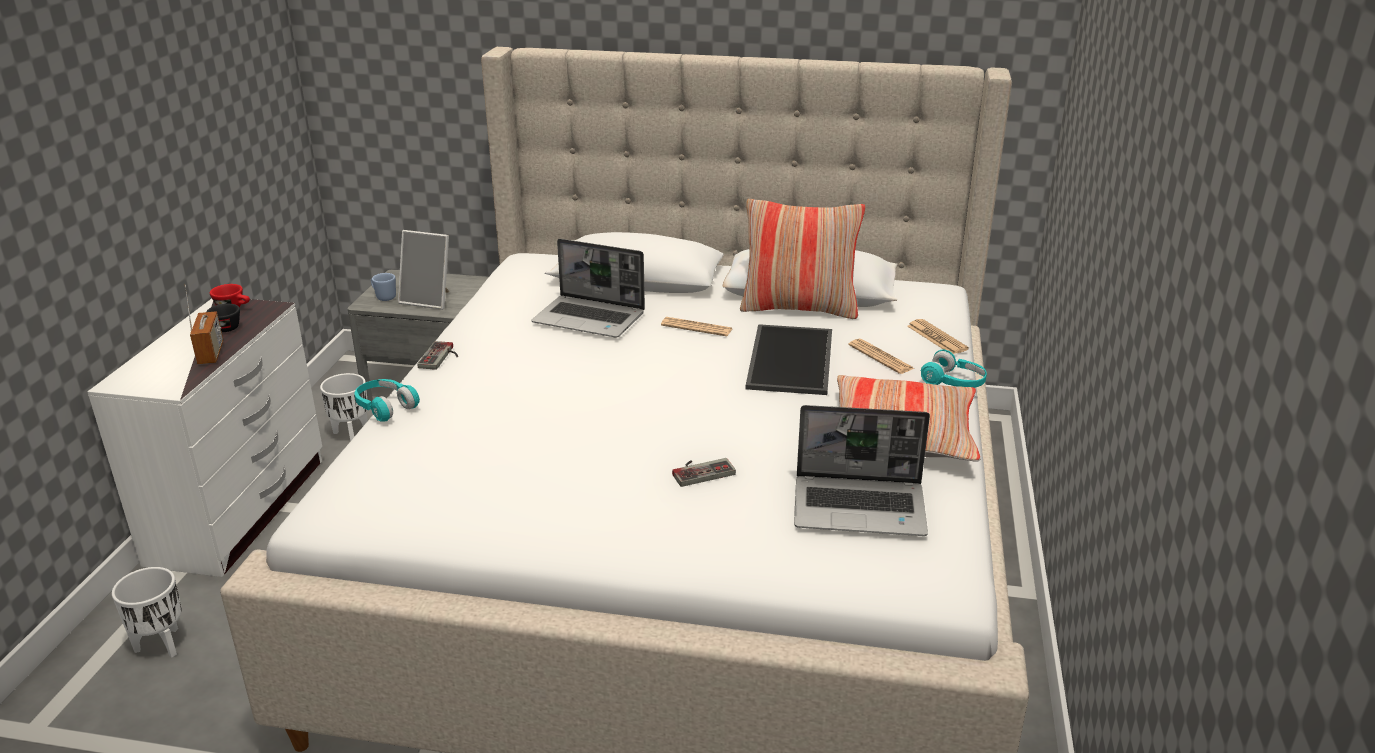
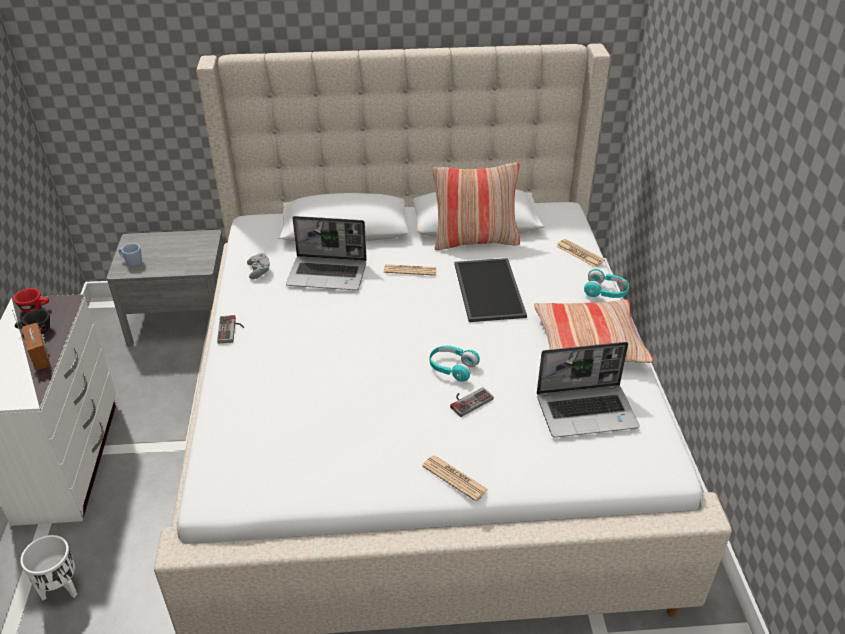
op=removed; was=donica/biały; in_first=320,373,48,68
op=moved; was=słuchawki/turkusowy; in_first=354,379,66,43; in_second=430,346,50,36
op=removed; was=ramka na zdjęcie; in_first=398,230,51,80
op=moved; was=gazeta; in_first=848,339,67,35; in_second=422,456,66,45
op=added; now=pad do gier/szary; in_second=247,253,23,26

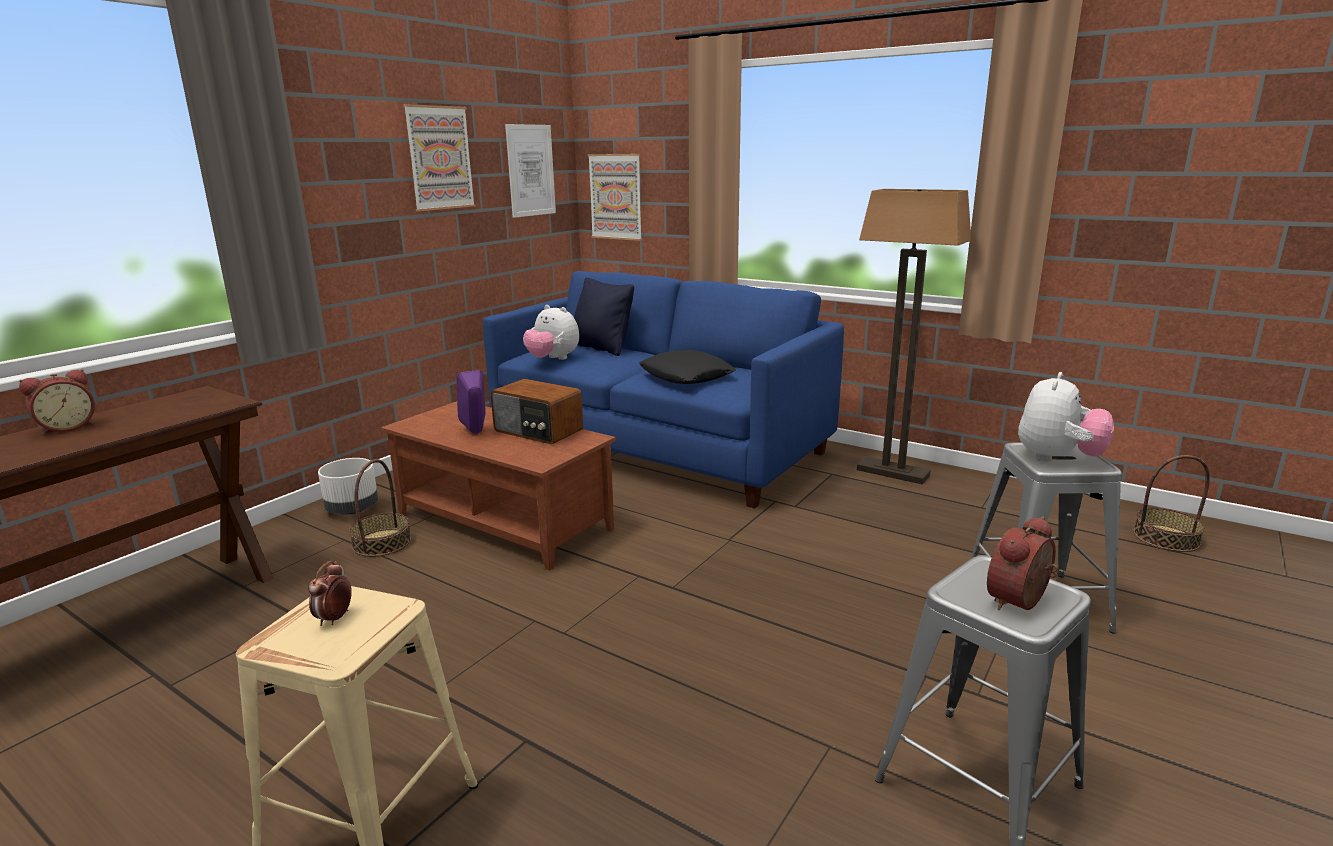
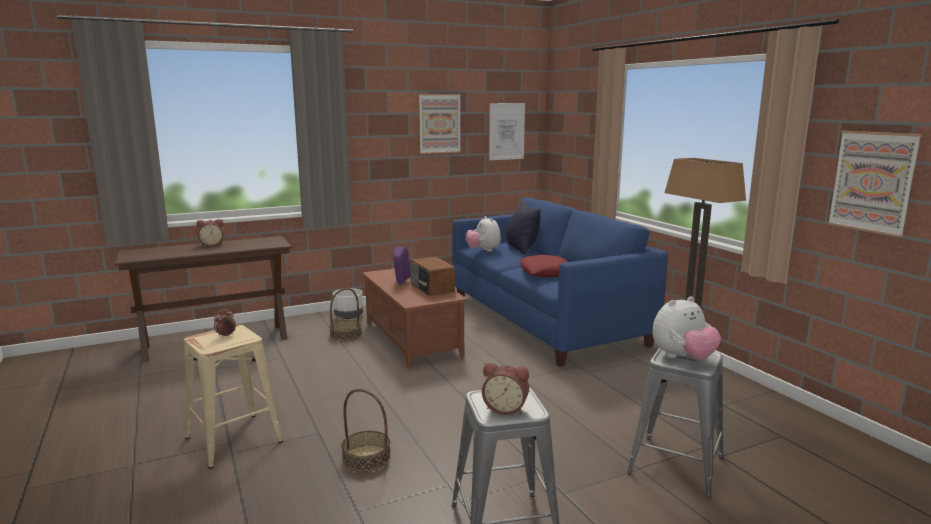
op=moved; was=obraz; in_first=588,154,54,87; in_second=827,131,95,106
op=recoloured; was=poduszka/czarny; now=poduszka/czerwony; in_first=639,350,97,34; in_second=521,255,47,22
op=turned; was=budzik; in_first=987,516,71,94; in_second=482,363,47,52; clockwise=-150
op=moved; was=koszyk; in_first=1133,455,77,97; in_second=341,389,50,83

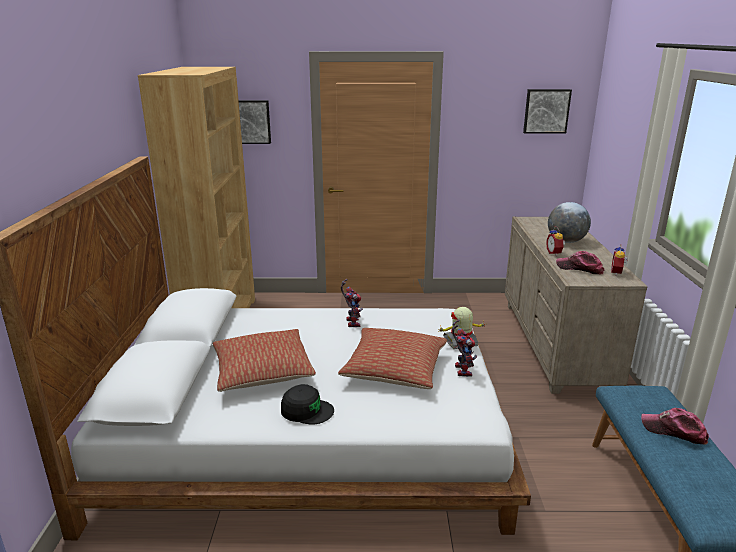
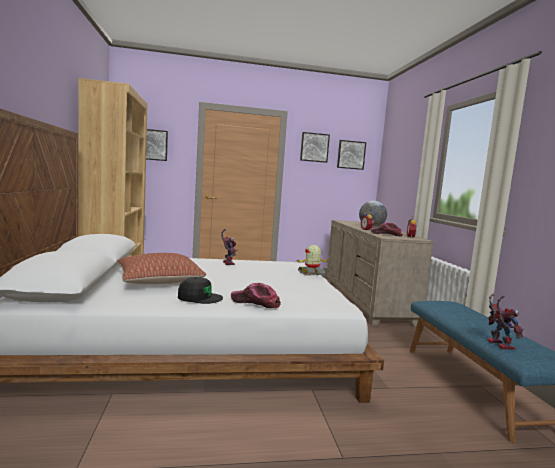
op=removed; was=poduszka; in_first=338,328,109,61
op=moved; was=robot zabawkowy; in_first=452,320,25,57; in_second=488,293,36,57
op=moved; was=czapka z daszkiem; in_first=641,408,68,37; in_second=231,283,50,25
op=added; now=obraz; in_second=300,132,30,31

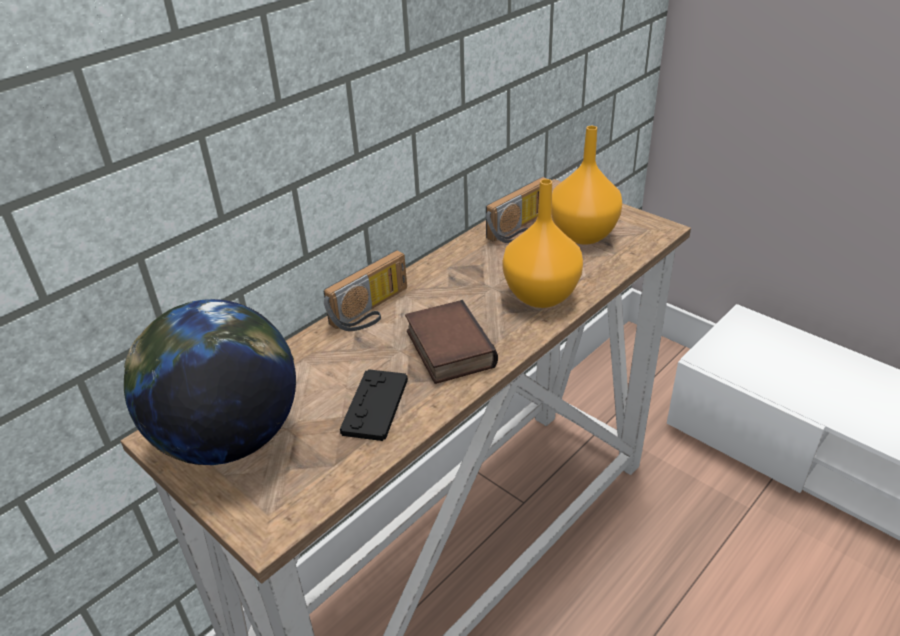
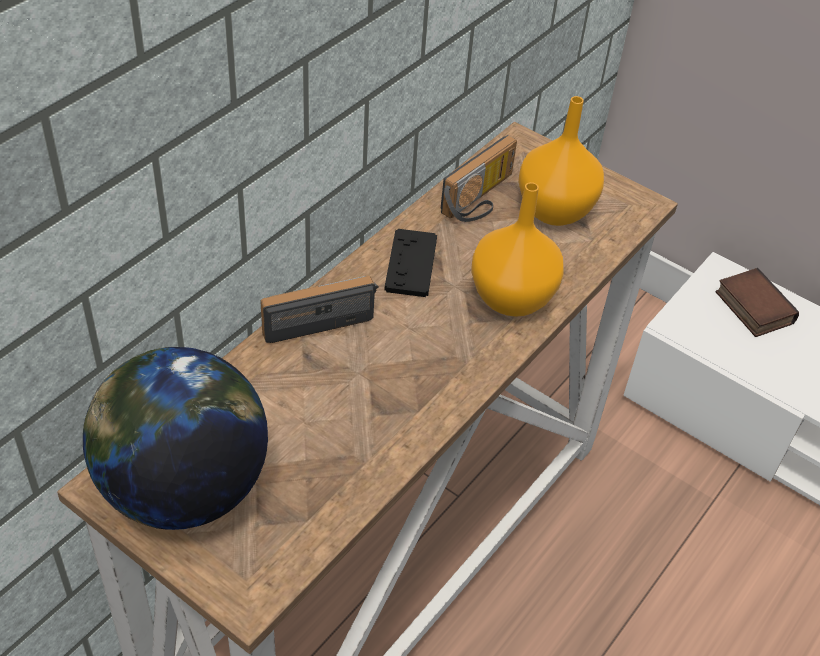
op=turned; was=radio; in_first=324,250,83,81; in_second=260,276,119,67; clockwise=-150
op=moved; was=pad do gier/czarny; in_first=340,369,68,72; in_second=384,229,53,68
op=moved; was=książka; in_first=405,300,93,84; in_second=716,268,83,69

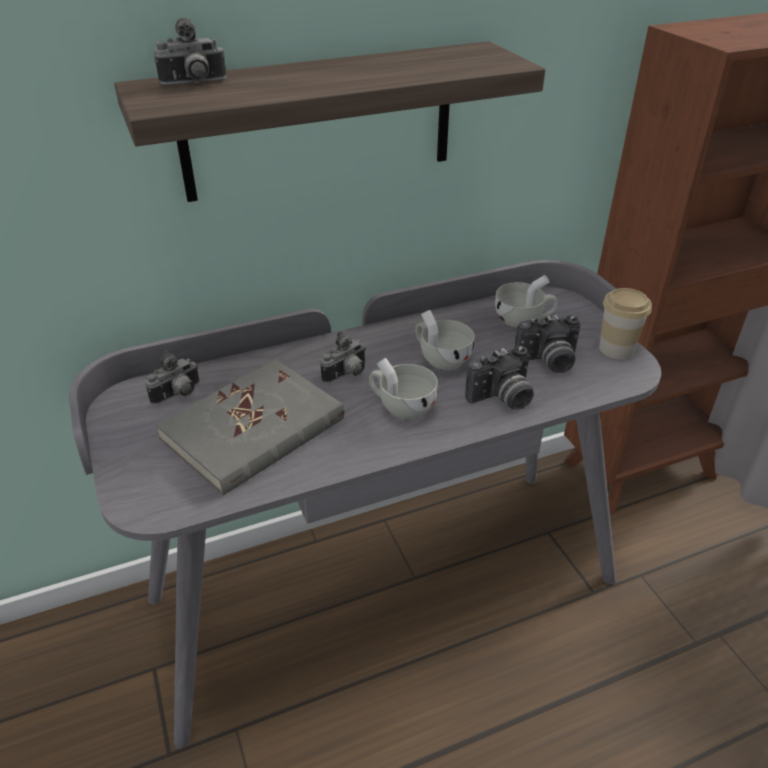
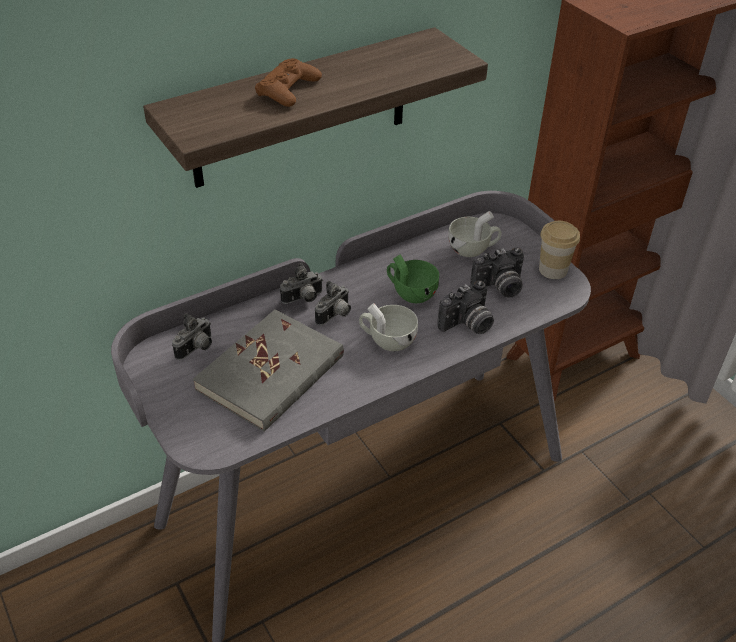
op=moved; was=aparat fotograficzny; in_first=154,18,73,68; in_second=280,263,43,41
op=recoloured; was=filiżanka/biały; now=filiżanka/zielony; in_first=416,310,59,60; in_second=387,254,52,49
op=added; now=pad do gier/brązowy; in_second=255,58,67,49

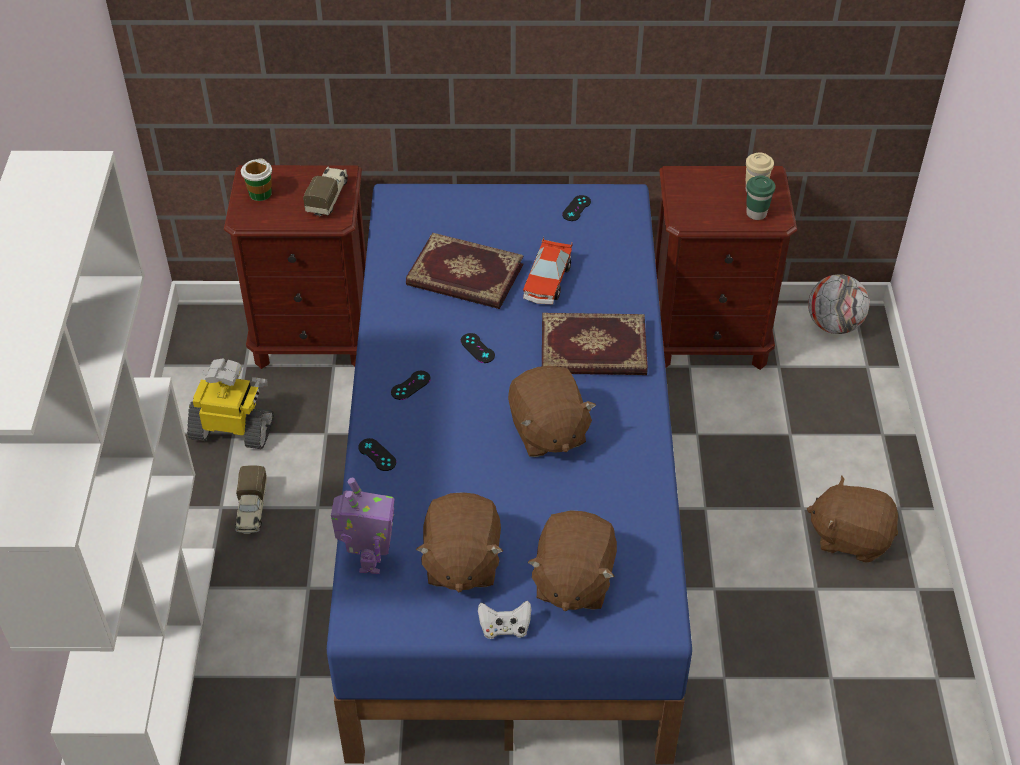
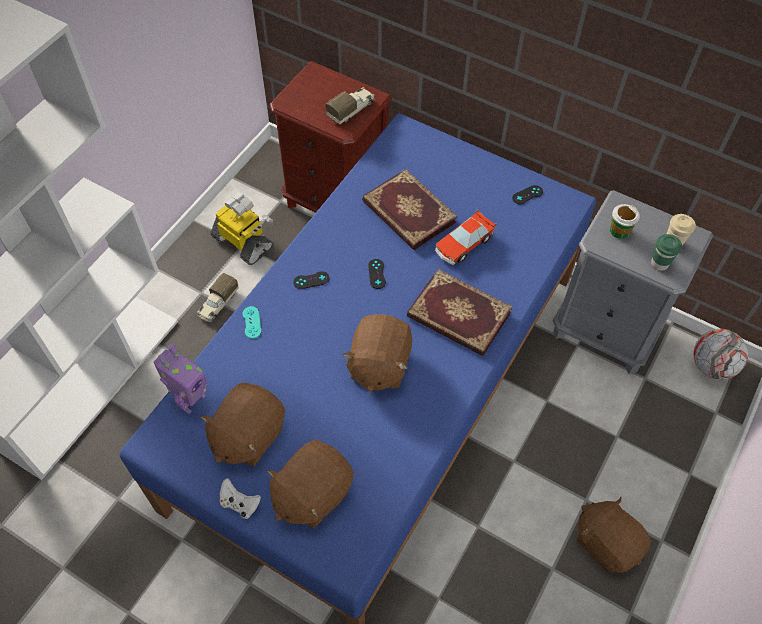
op=moved; was=filiżanka; in_first=241,158,31,43; in_second=610,204,30,35
op=recoloured; was=pad do gier/czarny; now=pad do gier/turkusowy; in_first=358,438,39,33; in_second=243,306,19,33
op=recoloured; was=szafka nocna/brązowy; now=szafka nocna/szary; in_first=655,166,142,204; in_second=553,190,160,184

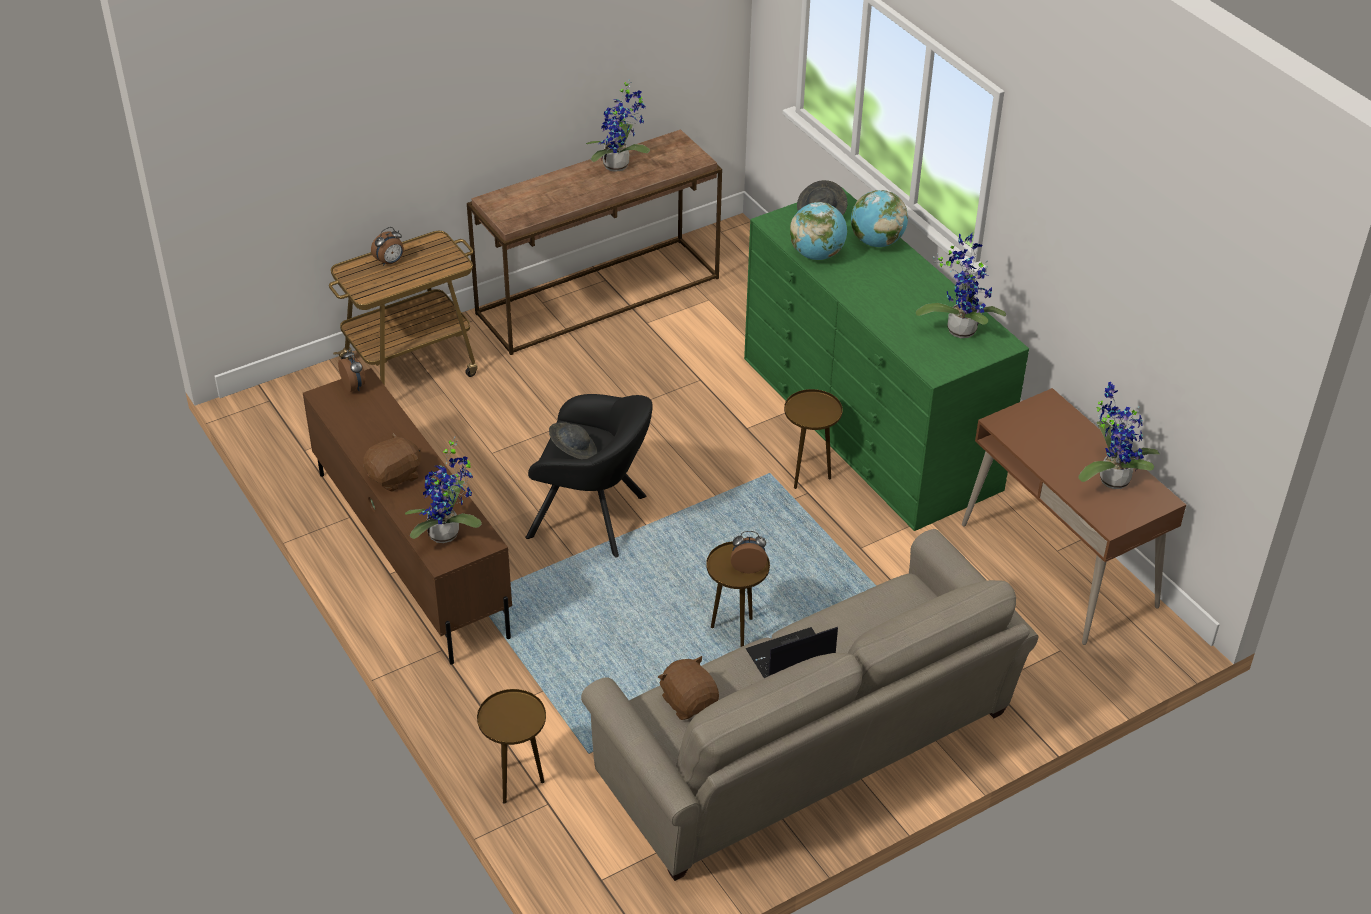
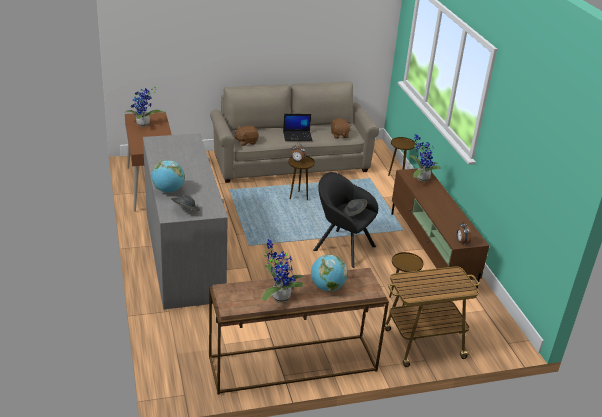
op=moved; was=pluszak/brązowy; in_first=363,433,58,59; in_second=234,126,25,20
op=removed; was=budzik; in_first=371,227,33,39
op=recoloured; was=komoda/zielony; now=komoda/szary; in_first=744,187,285,344; in_second=143,133,85,176
op=moved; was=stolik/brązowy; in_first=784,389,59,100; in_second=389,252,35,54
op=moved; was=globus; in_first=790,202,57,58; in_second=311,254,37,37
op=removed; was=roślina doniczkowa; in_first=916,233,90,105

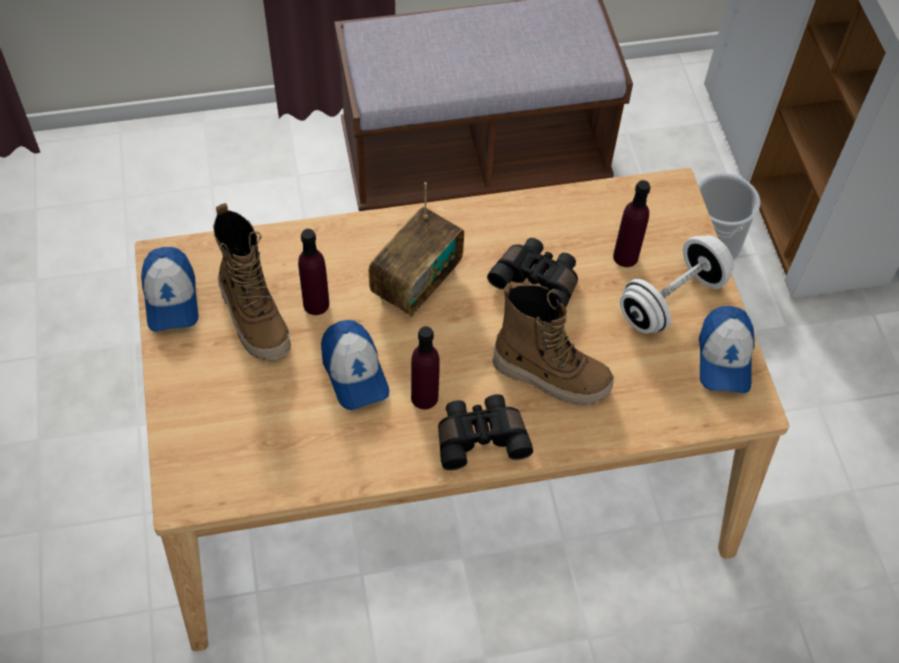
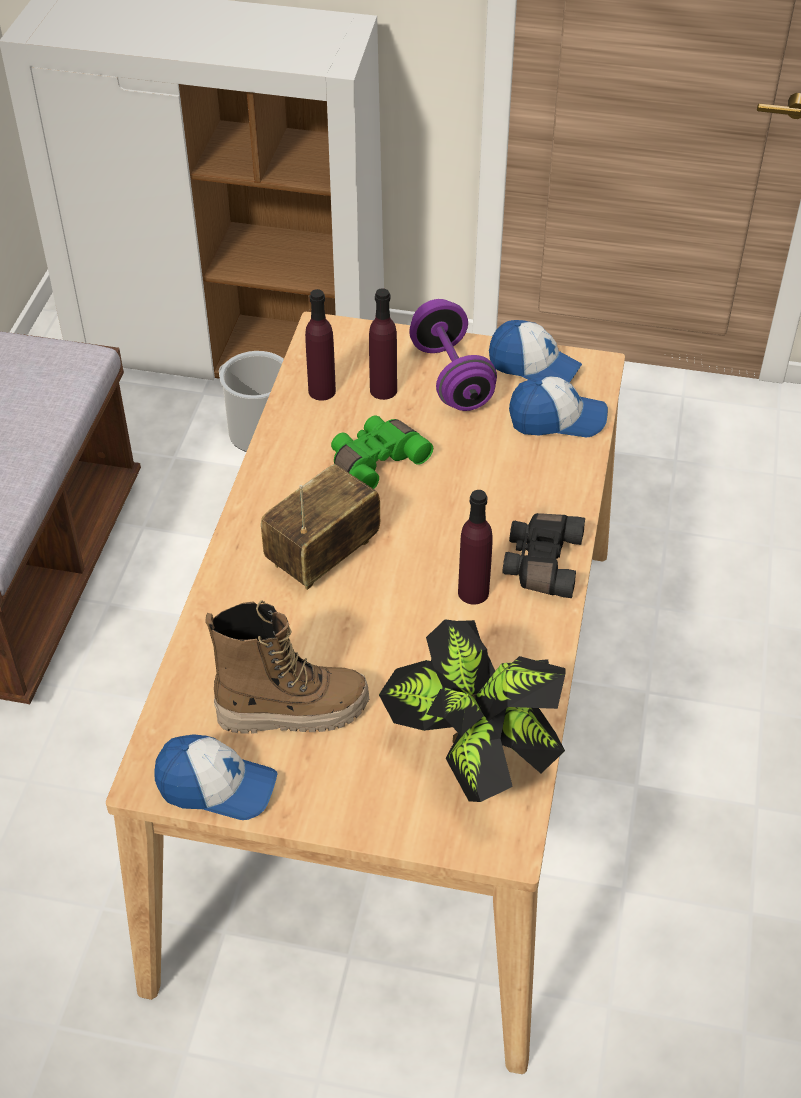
op=moved; was=butelka/fioletowy; in_first=298,229,31,86; in_second=305,289,31,112
op=moved; was=czapka z daszkiem; in_first=321,320,68,90; in_second=509,376,99,61
op=turned; was=radio; in_first=369,182,95,136; in_second=261,464,119,126; clockwise=-105
op=recoloured; was=lornetka/czarny; now=lornetka/zielony; in_first=487,238,91,69; in_second=331,415,102,74
op=removed; was=but z cholewką; in_first=492,282,122,124
op=recoloured; was=hantel/biały; now=hantel/fioletowy; in_first=620,235,114,99; in_second=409,299,88,112
op=added; now=roślina doniczkowa; in_second=379,619,187,183

